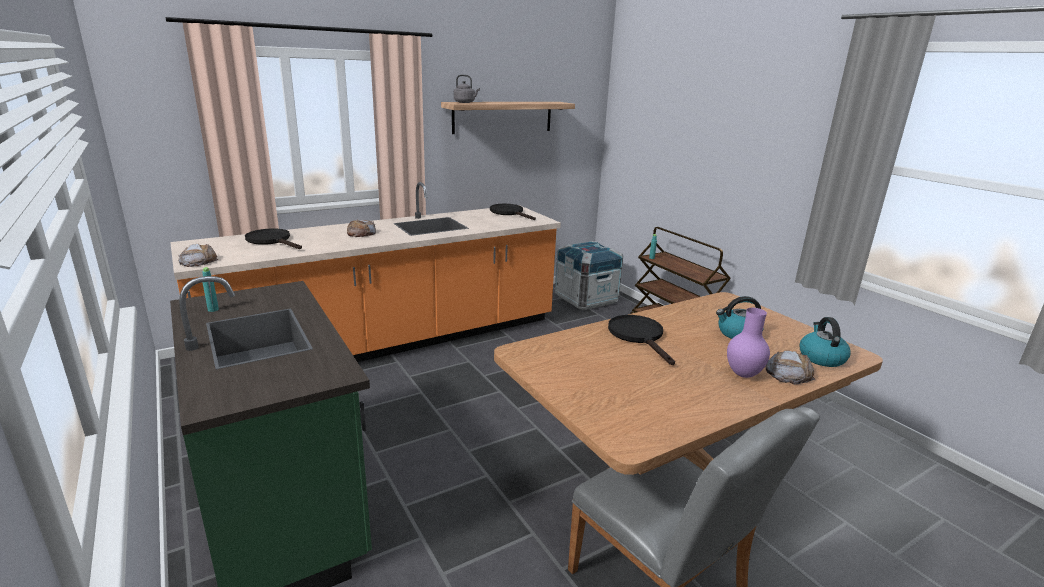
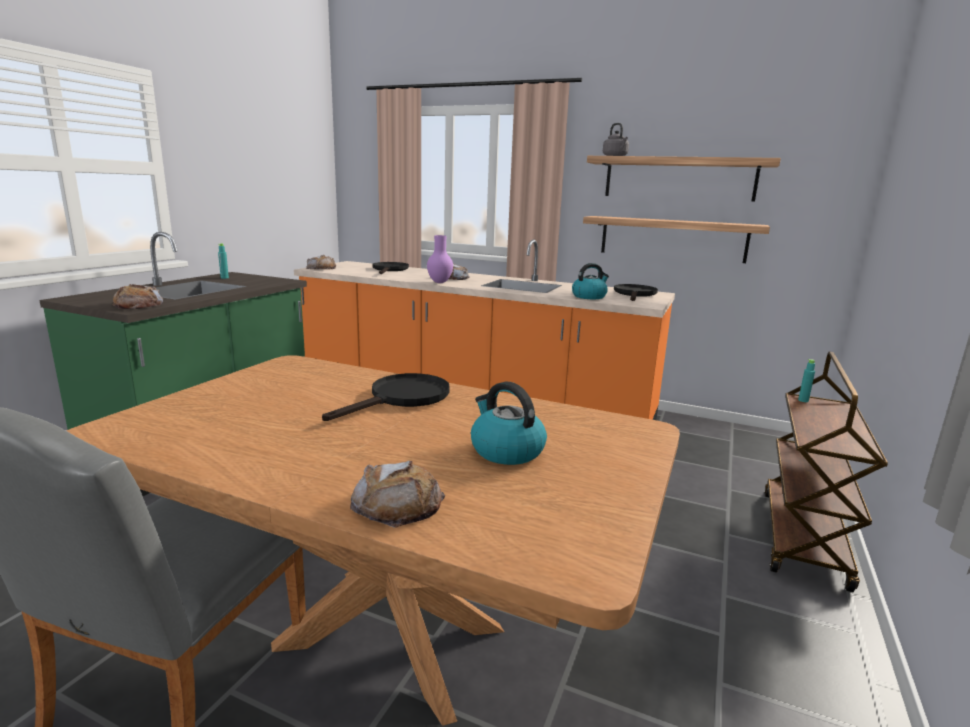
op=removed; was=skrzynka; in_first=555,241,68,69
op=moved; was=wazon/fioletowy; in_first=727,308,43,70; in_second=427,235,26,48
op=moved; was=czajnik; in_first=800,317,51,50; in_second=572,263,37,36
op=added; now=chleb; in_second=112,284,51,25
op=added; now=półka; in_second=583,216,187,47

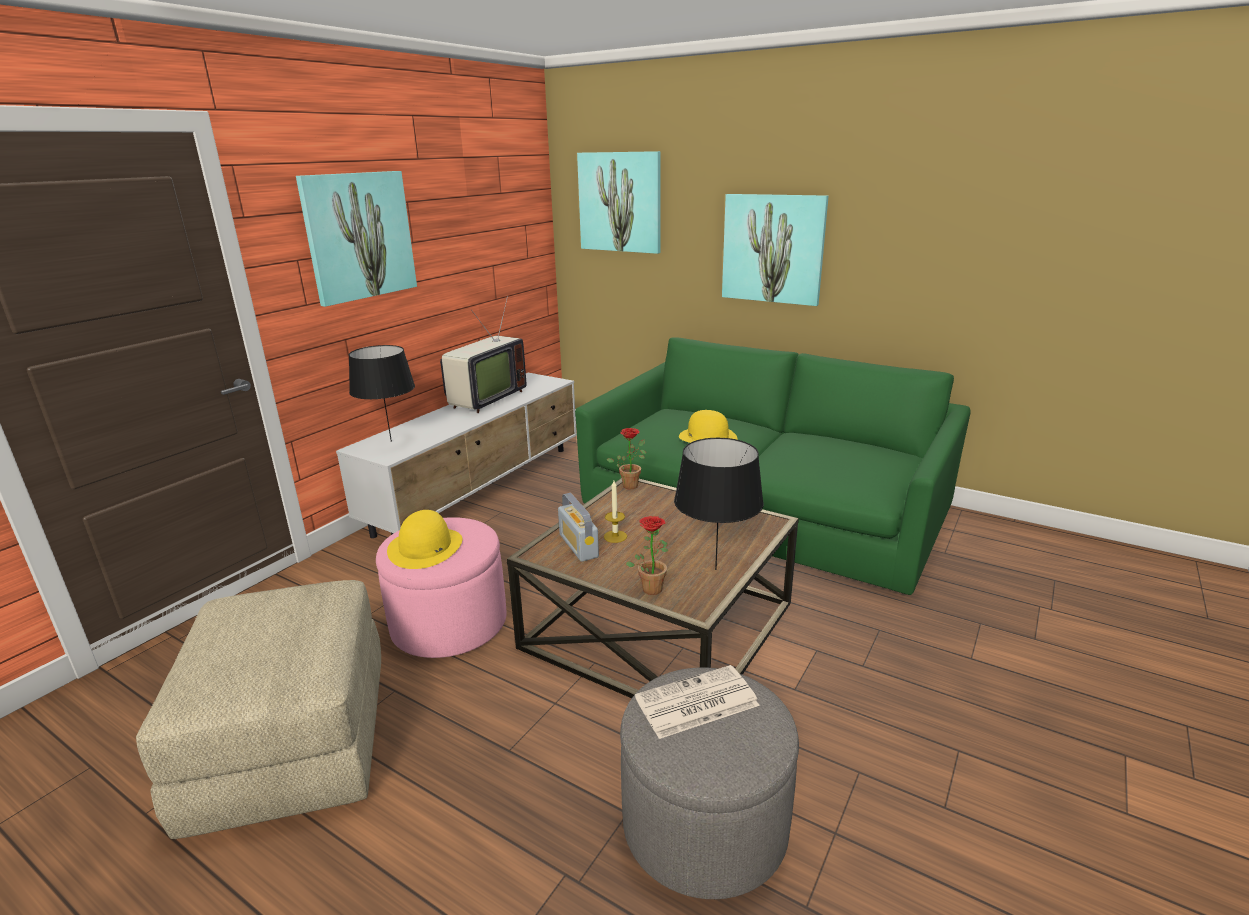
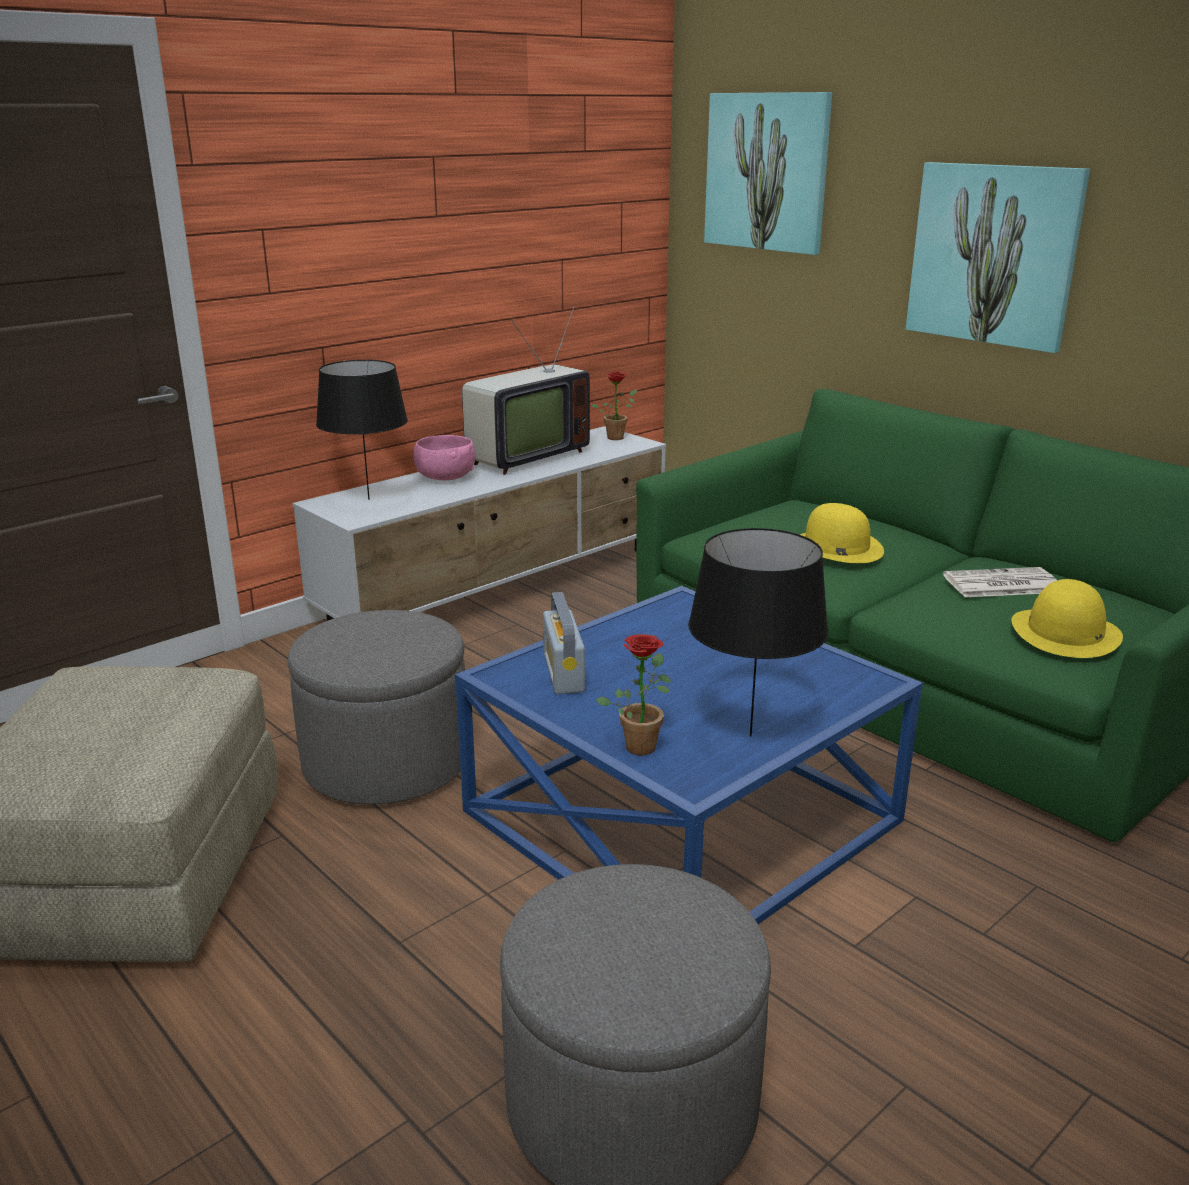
op=removed; was=obraz; in_first=296,171,121,136
op=recoloured; was=pufa/różowy; now=pufa/szary; in_first=376,517,131,141; in_second=288,610,177,195
op=moved; was=kapelusz/żółty; in_first=387,510,75,59; in_second=1011,579,112,79
op=recoloured; was=ława/brązowy; now=ława/niebieski; in_first=507,478,292,220; in_second=455,586,468,338
op=removed; was=świeca; in_first=604,481,23,62
op=moved; was=roślina doniczkowa; in_first=606,428,40,61; in_second=591,371,46,69
op=moved; was=gazeta; in_first=635,665,125,74; in_second=943,567,114,30
op=added; now=miska/różowy; in_second=413,435,62,45

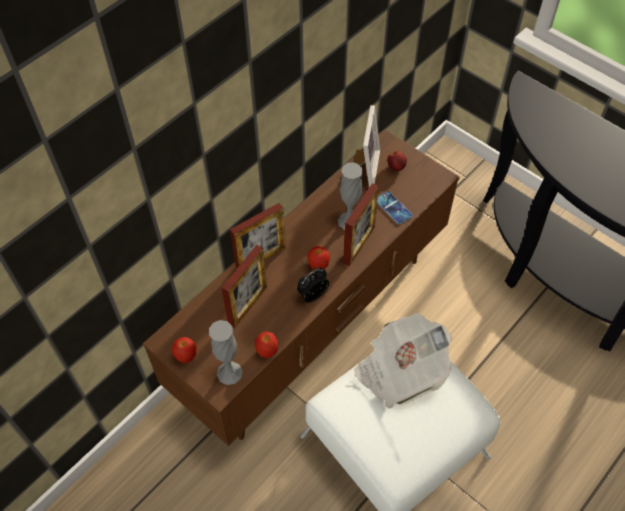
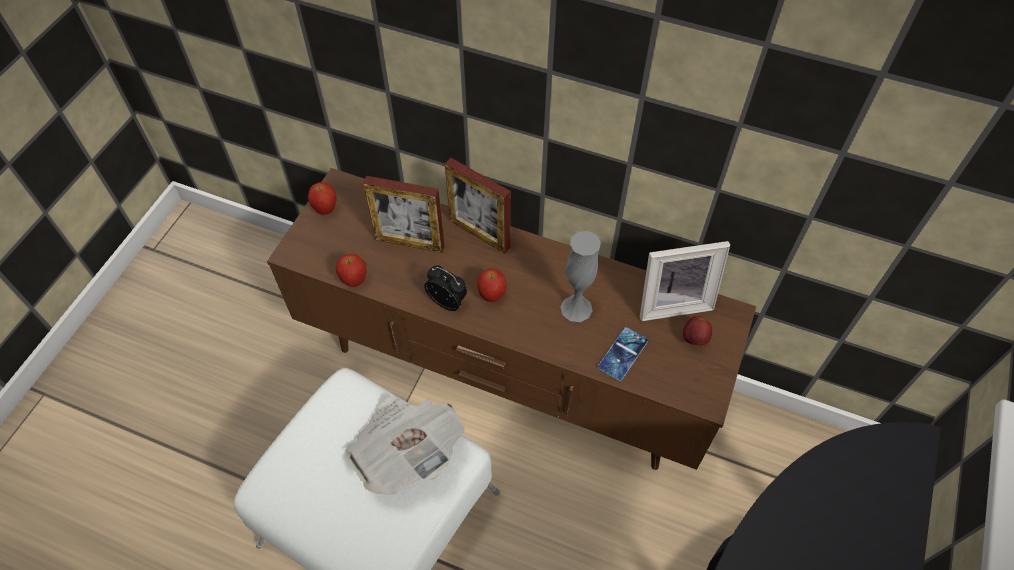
op=removed; was=wazon/szary; in_first=209,320,34,65
op=removed; was=ramka na zdjęcie; in_first=343,183,36,83

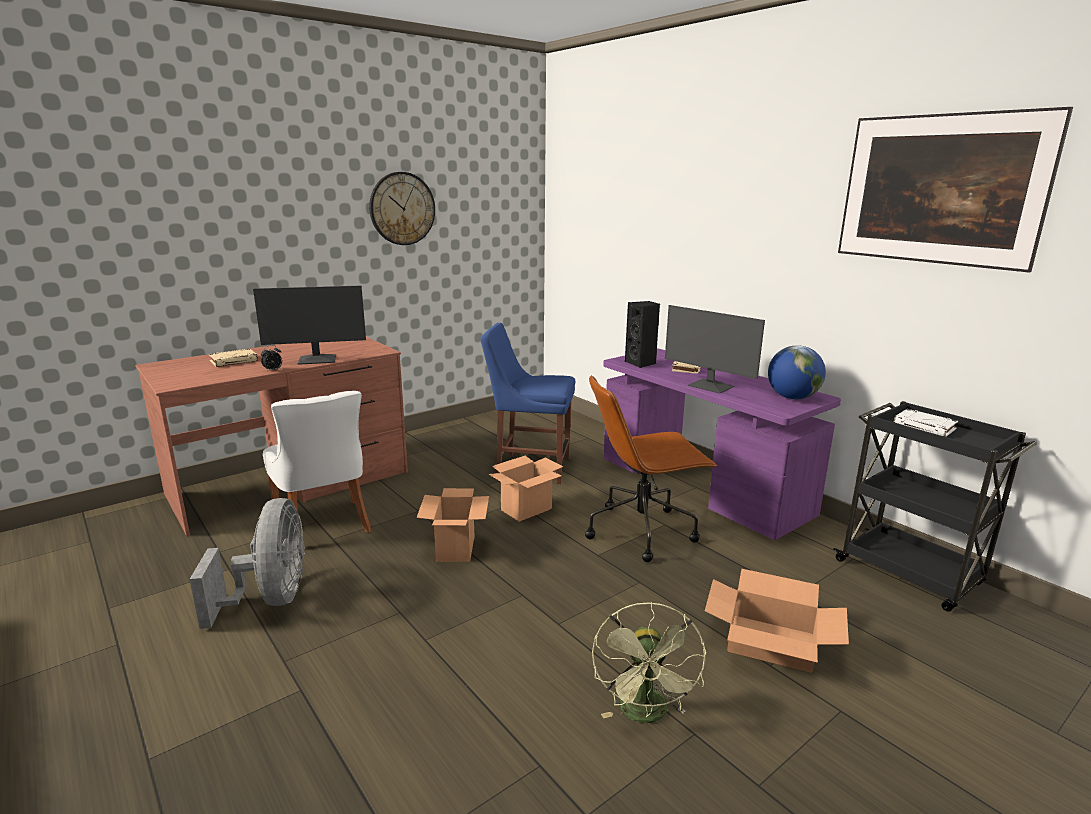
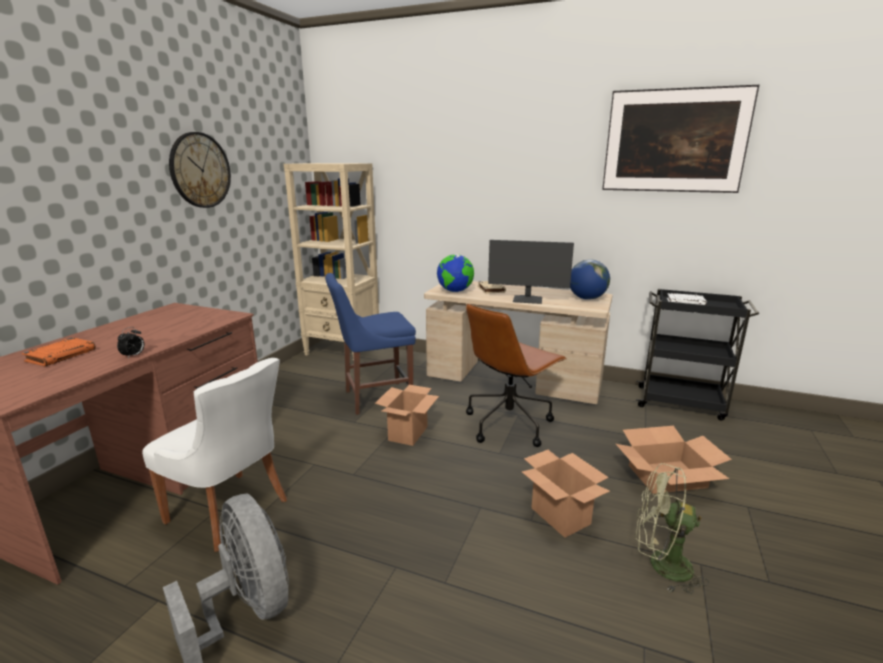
op=recoloured; was=książka/beżowy; now=książka/pomarańczowy; in_first=209,348,49,19; in_second=22,337,74,29
op=removed; was=monitor; in_first=253,285,113,80
op=moved; was=karton; in_first=417,488,72,74; in_second=522,450,88,88
op=turned; was=wentylator/zielony; in_first=592,602,114,121; in_second=635,463,74,131; clockwise=135
op=recoloured; was=biurko/fioletowy; now=biurko/beżowy; in_first=603,349,238,191; in_second=424,281,188,123
op=replaced; was=głośnik/czarny; now=globus; in_first=625,301,35,67; in_second=437,254,37,38
op=added; now=regał/beżowy; in_second=283,163,96,198

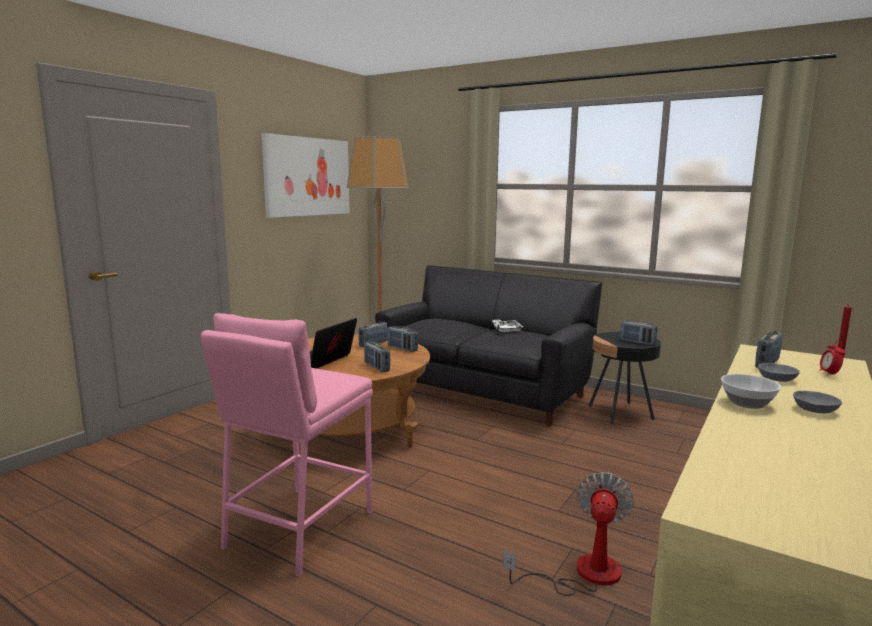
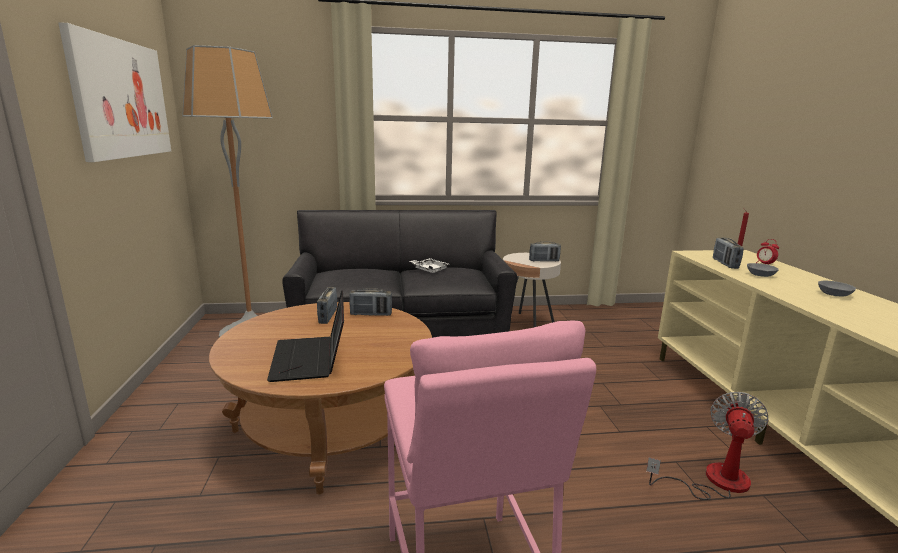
op=removed; was=radio; in_first=364,341,26,31
op=turned; was=wentylator; in_first=503,472,131,124; in_second=646,392,123,108; clockwise=45
op=recoloured; was=stolik/czarny; now=stolik/beżowy; in_first=589,332,72,91; in_second=503,253,58,74
op=removed; was=miska; in_first=721,374,60,35

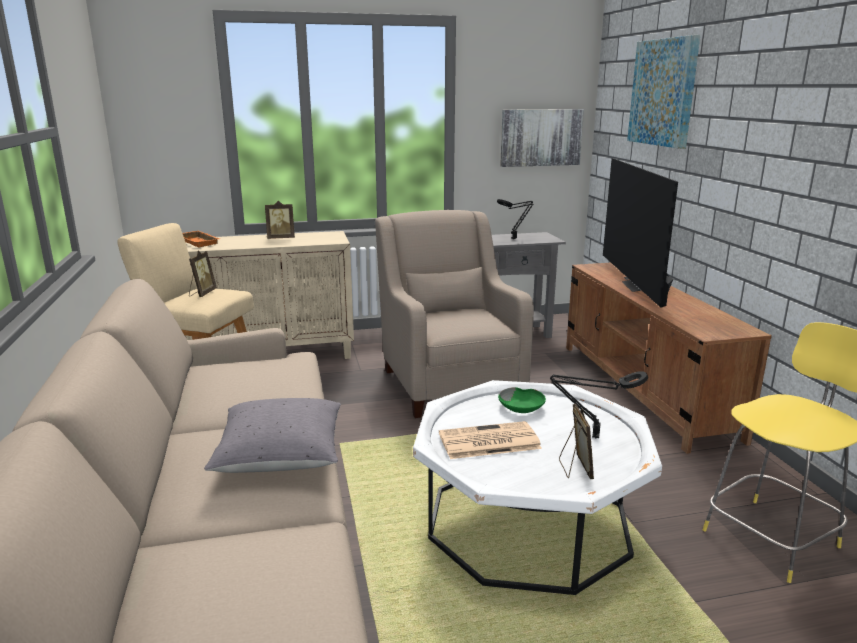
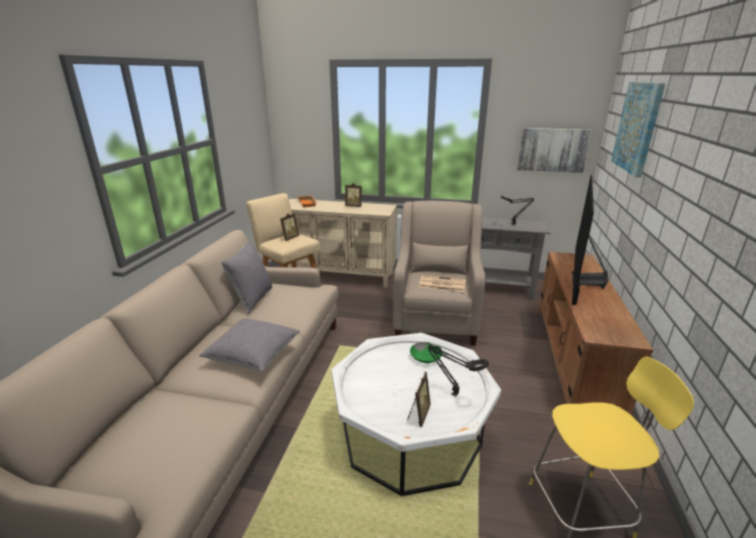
op=moved; was=gazeta; in_first=439,421,103,38; in_second=419,275,47,17
op=added; now=poduszka/szary; in_second=221,240,51,74

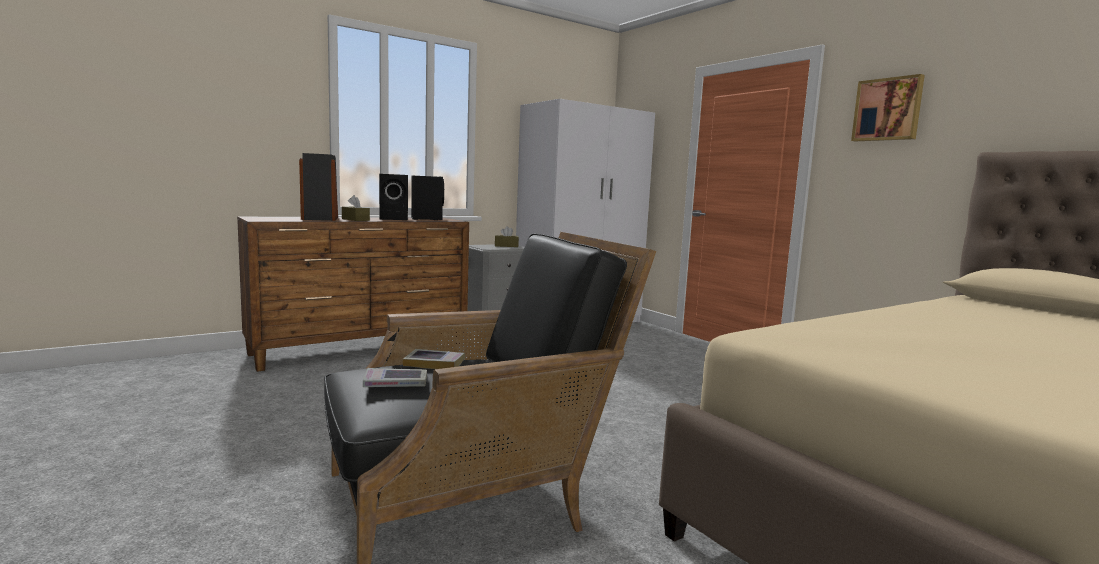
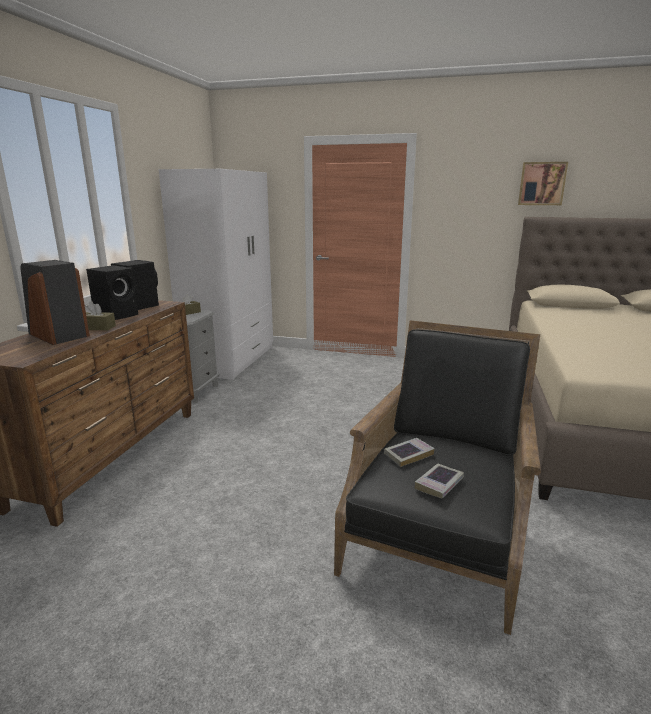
op=moved; was=obraz; in_first=851,74,74,67; in_second=518,162,50,43

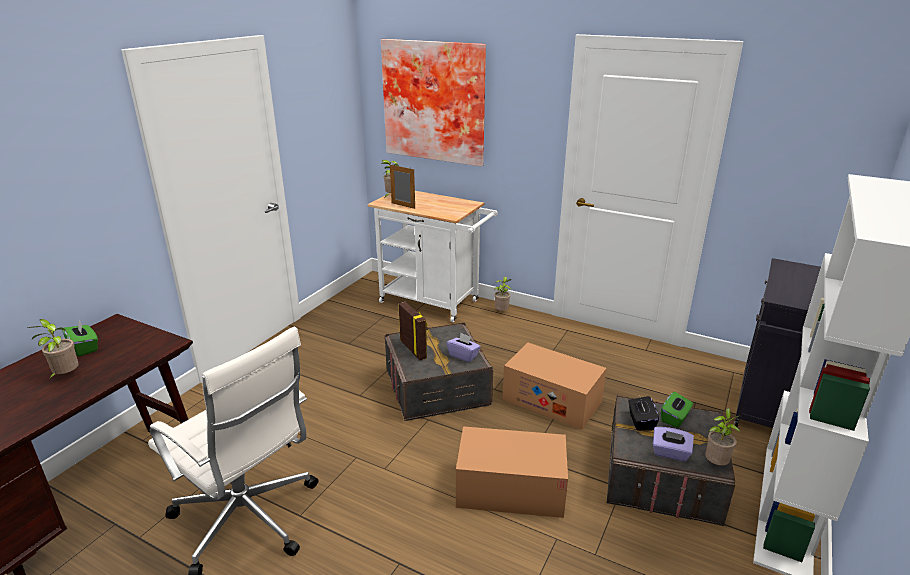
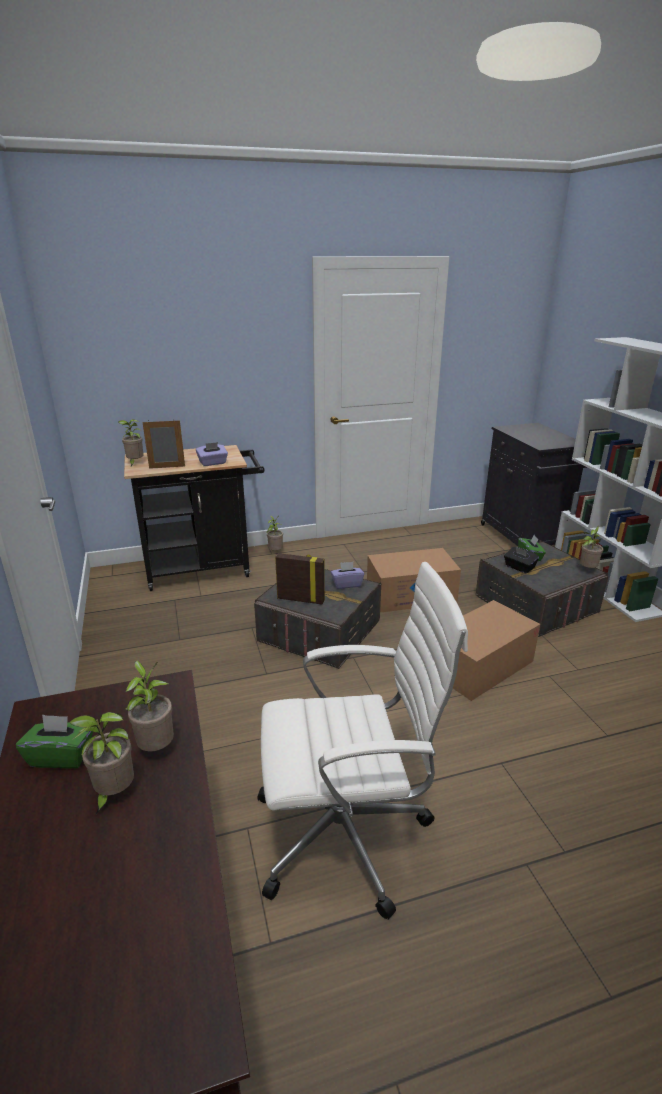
op=recoloured; was=wózek/biały; now=wózek/czarny; in_first=368,191,130,131; in_second=124,445,140,146
op=removed; was=obraz; in_first=381,39,105,127
op=moved; was=pudełko chusteczek/fioletowy; in_first=653,427,41,34; in_second=196,442,32,24
op=added; now=roślina doniczkowa; in_second=125,661,49,91

